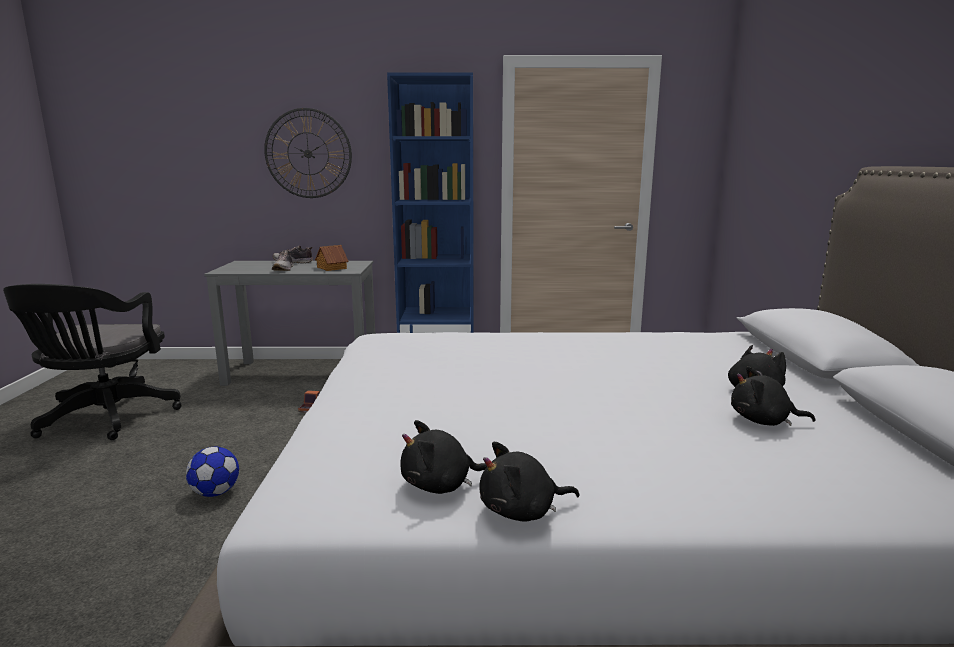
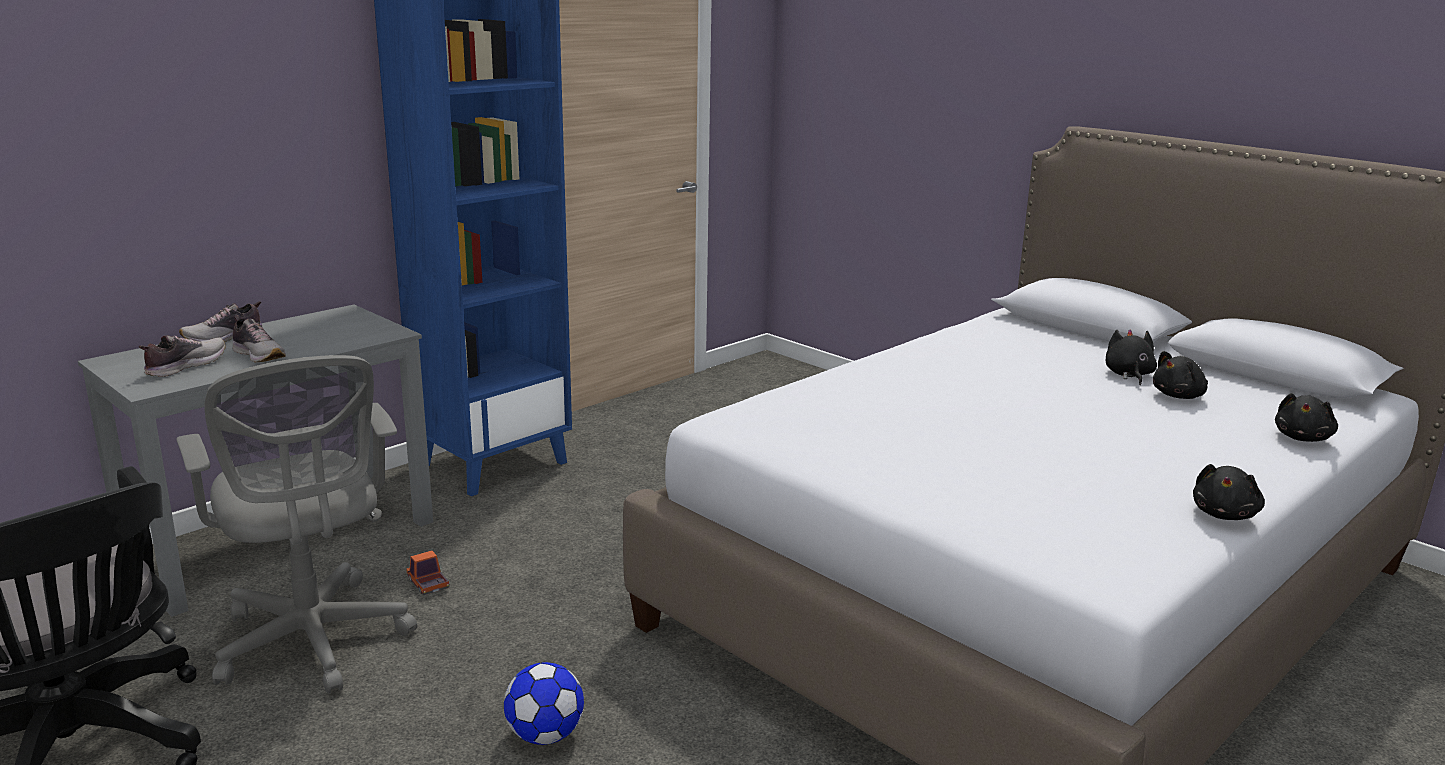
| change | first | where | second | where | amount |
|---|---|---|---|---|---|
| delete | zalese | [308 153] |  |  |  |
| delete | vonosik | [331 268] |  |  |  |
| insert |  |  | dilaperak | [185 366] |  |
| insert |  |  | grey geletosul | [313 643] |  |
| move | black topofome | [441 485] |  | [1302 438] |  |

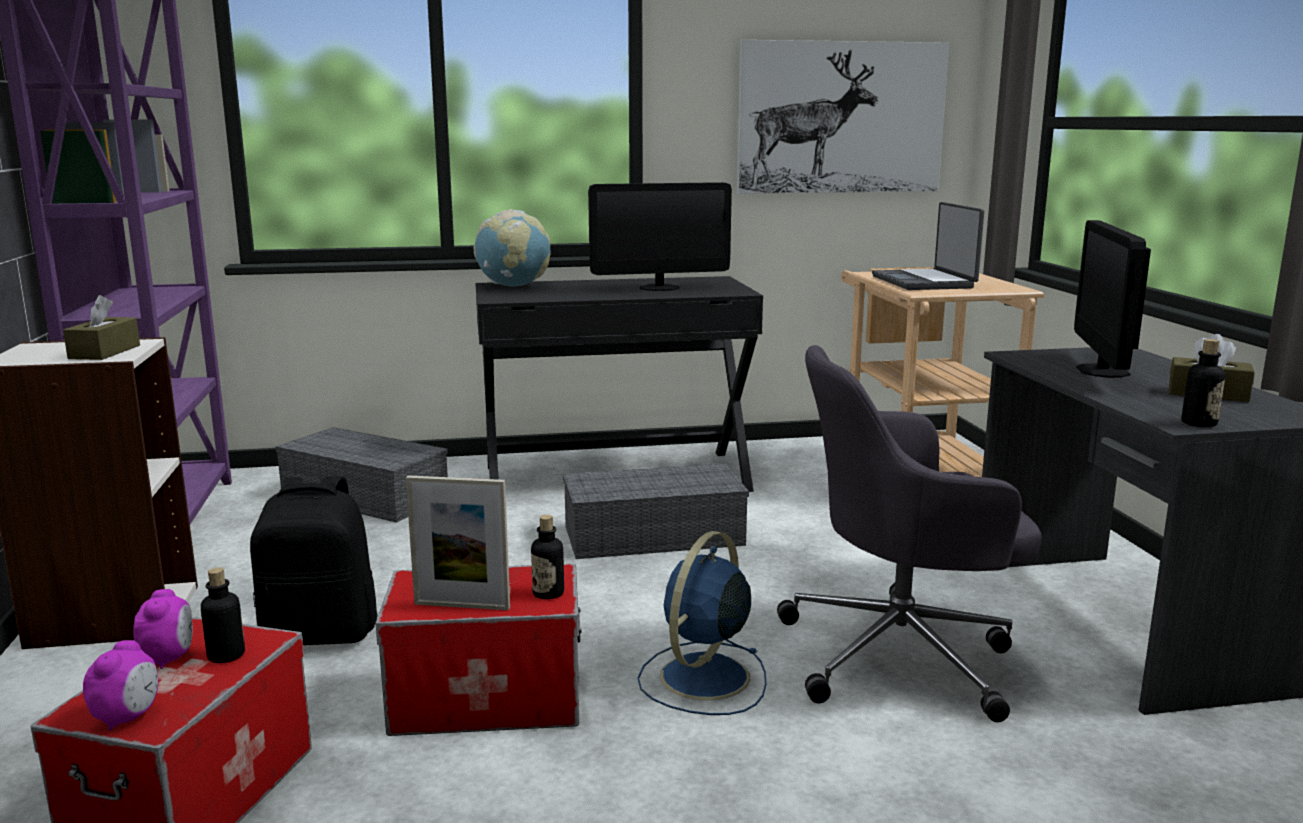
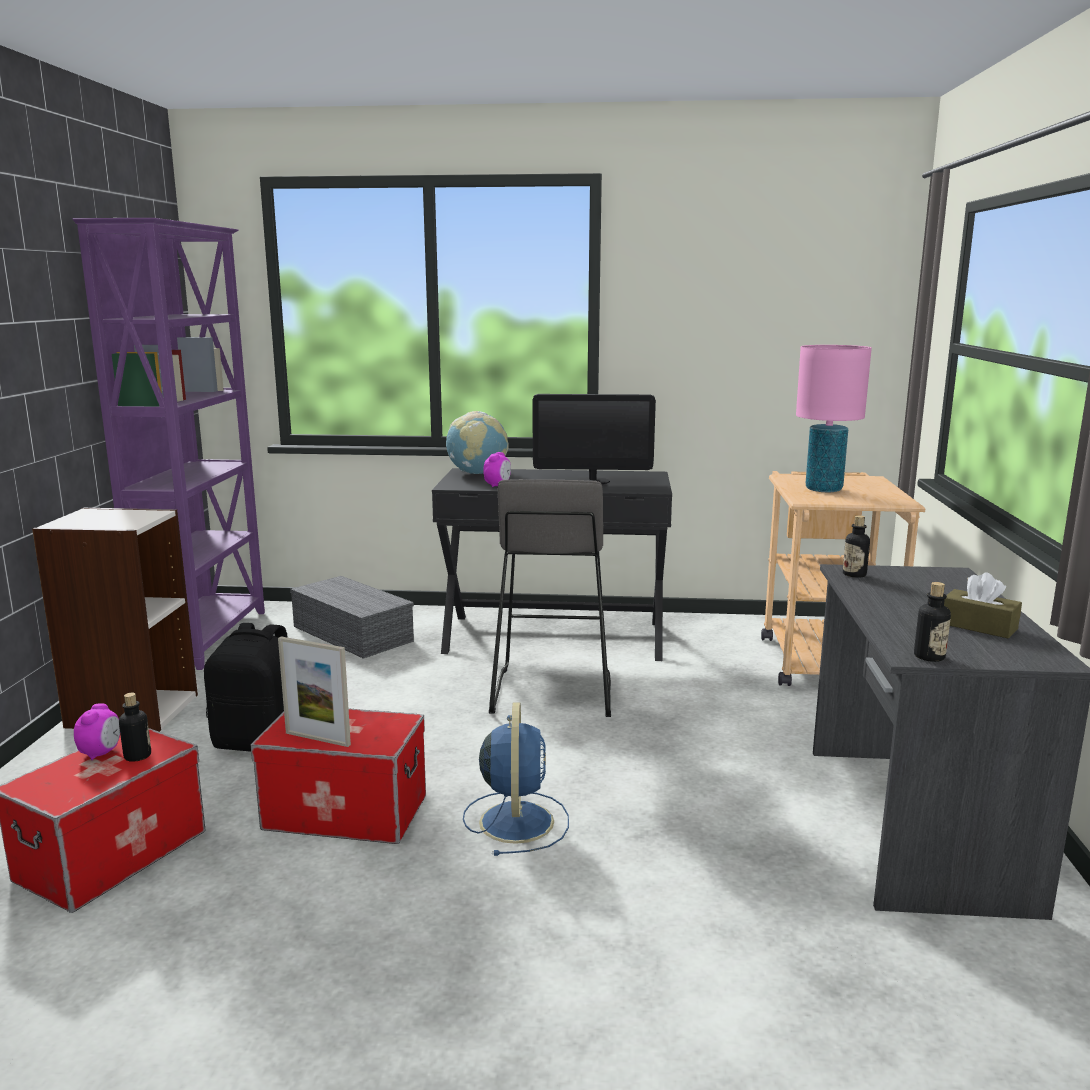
| change | first | where | second | where | amount |
|---|---|---|---|---|---|
| delete | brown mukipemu | [105 352] |  |  |  |
| delete | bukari | [841 118] |  |  |  |
| delete | grey geletosul | [902 655] |  |  |  |
| delete | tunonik | [1102 371] |  |  |  |
| move | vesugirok | [128 717] |  | [497 485] |  |
| move | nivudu | [548 593] |  | [854 574] |  |
| replace | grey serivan | [651 536] | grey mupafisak | [551 692] |  |
| replace | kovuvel | [925 282] | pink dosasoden | [824 489] |  |
| rotate | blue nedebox | [702 679] |  | [516 820] | 135 degrees clockwise |

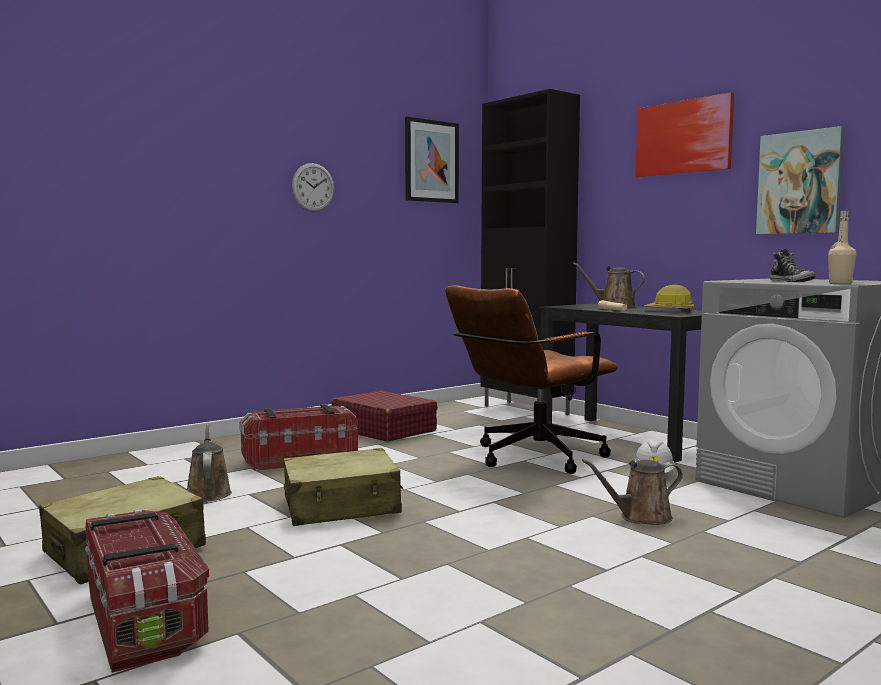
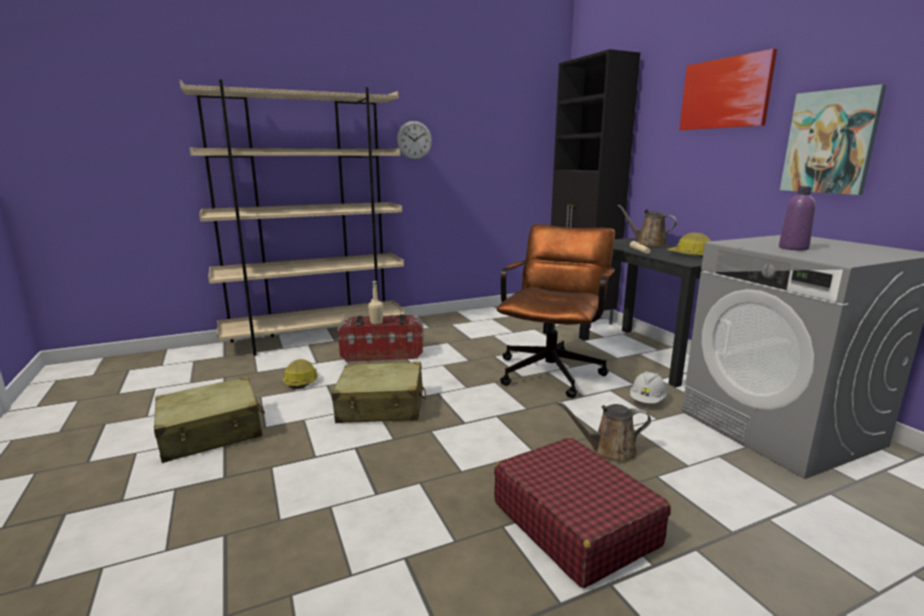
| change | first | where | second | where | amount |
|---|---|---|---|---|---|
| delete | serivan | [144 621] |  |  |  |
| delete | bukari | [431 161] |  |  |  |
| insert |  |  | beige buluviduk | [316 338] |  |
| move | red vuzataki | [384 430] |  | [574 523] |  |
| move | beige nivudu | [840 284] |  | [376 322] |  |
| replace | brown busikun | [208 493] | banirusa | [301 381] |  |
| replace | dilaperak | [792 281] | purple nivudu | [793 248] |  |
| rotate | brown geletosul | [529 458] |  | [552 370] | 135 degrees clockwise |

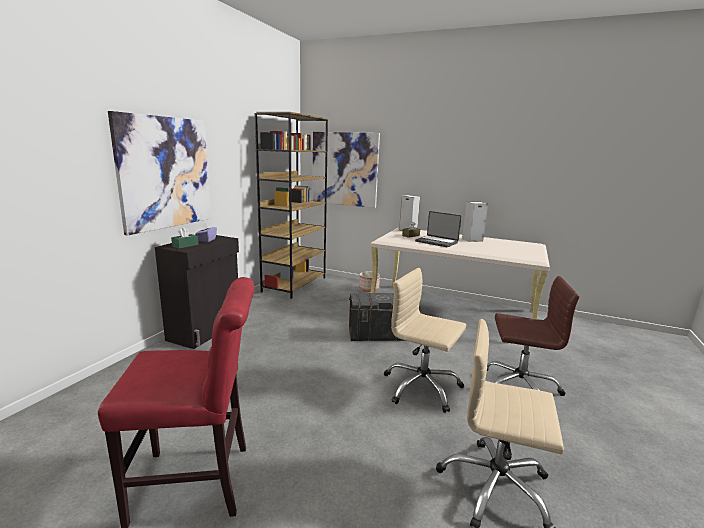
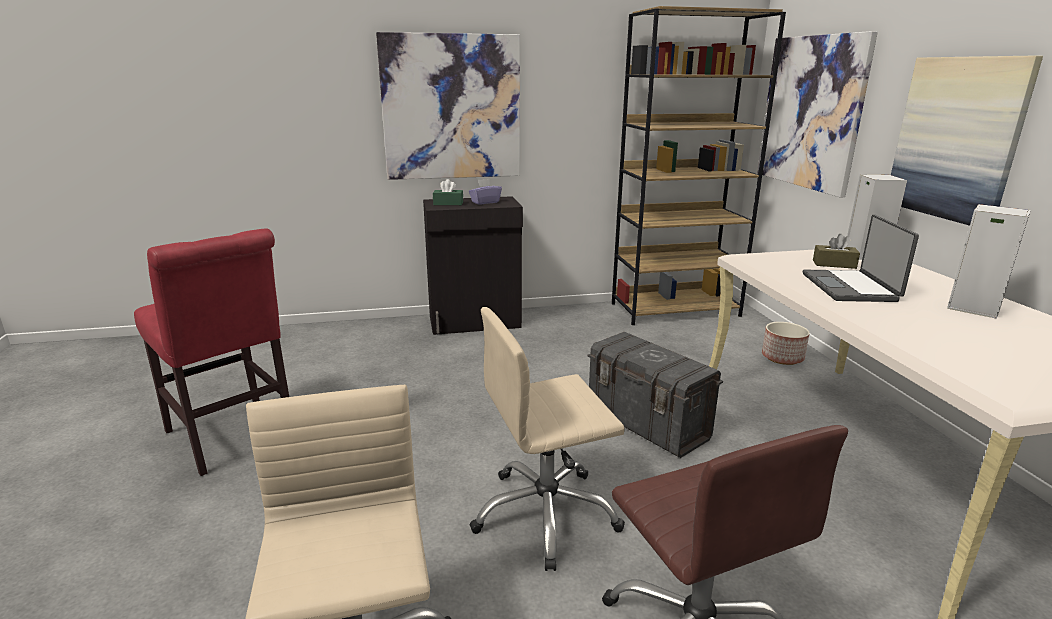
| change | first | where | second | where | amount |
|---|---|---|---|---|---|
| insert |  |  | bukari | [956 139] |  |
| rotate | beige geletosul | [421 387] |  | [545 515] | 105 degrees counterclockwise |

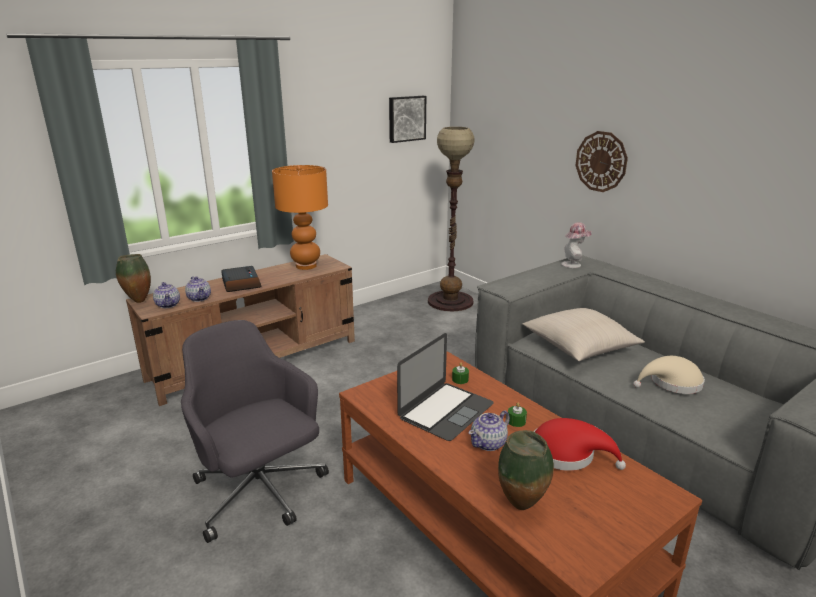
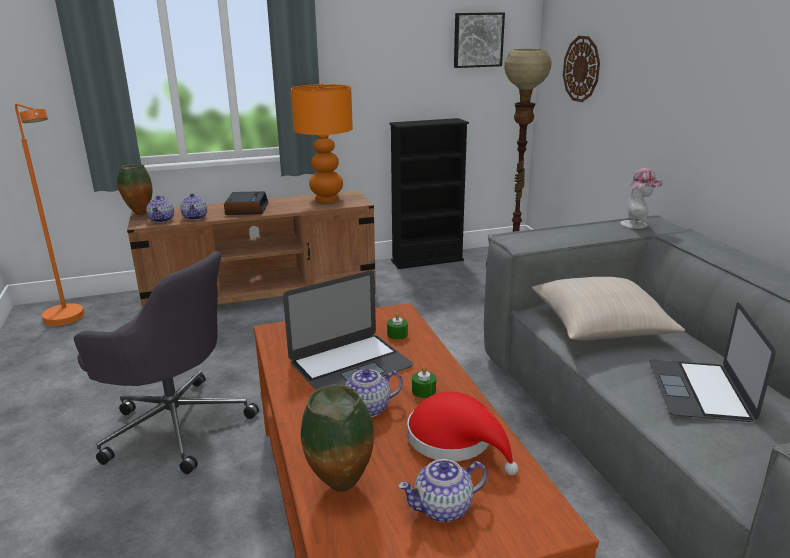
| change | first | where | second | where | amount |
|---|---|---|---|---|---|
| insert |  |  | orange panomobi | [69 320] |  |
| insert |  |  | black buluviduk | [427 260] |  |
| insert |  |  | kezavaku | [444 508] |  |
| move | zalese | [601 161] |  | [581 69] |  |
| replace | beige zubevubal | [672 383] | kovuvel | [699 390] |  |
| rotate | grey geletosul | [260 493] |  | [175 425] | 135 degrees clockwise |

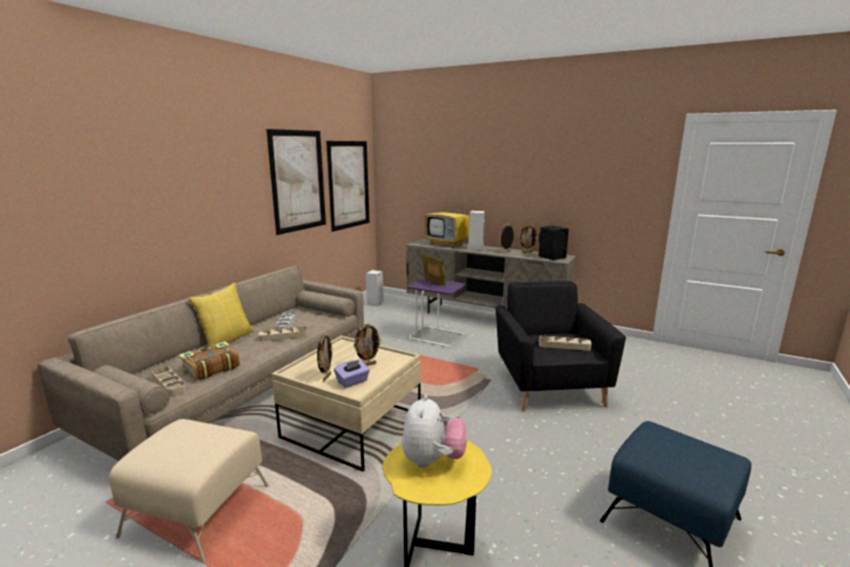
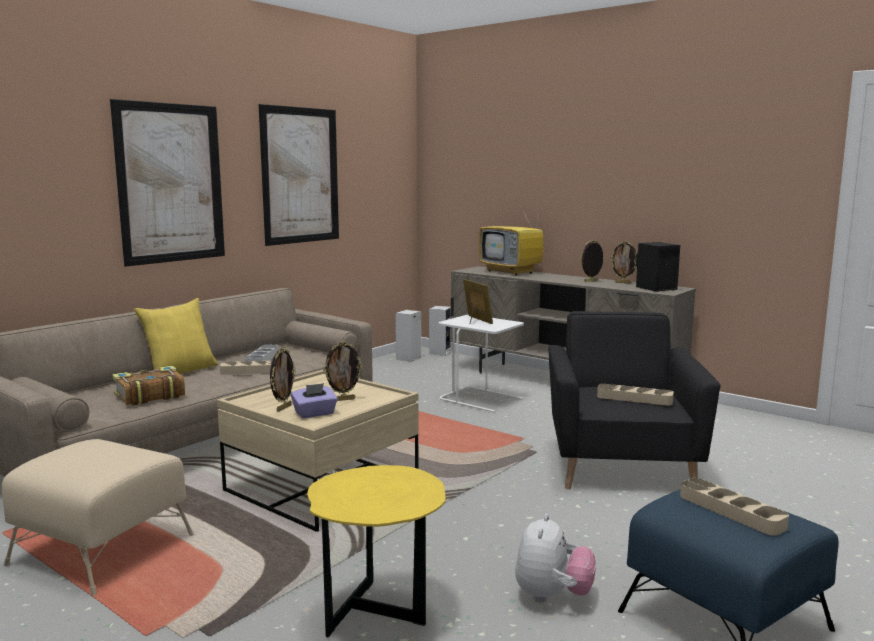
| change | first | where | second | where | amount |
|---|---|---|---|---|---|
| move | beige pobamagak | [168 384] |  | [731 511] |  |
| move | bukari | [349 185] |  | [171 183] |  |
| move | topofome | [433 460] |  | [552 596] |  |
| move | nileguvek | [475 248] |  | [440 352] |  |
| recolor | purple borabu | [437 336] | white borabu | [481 399] |  |

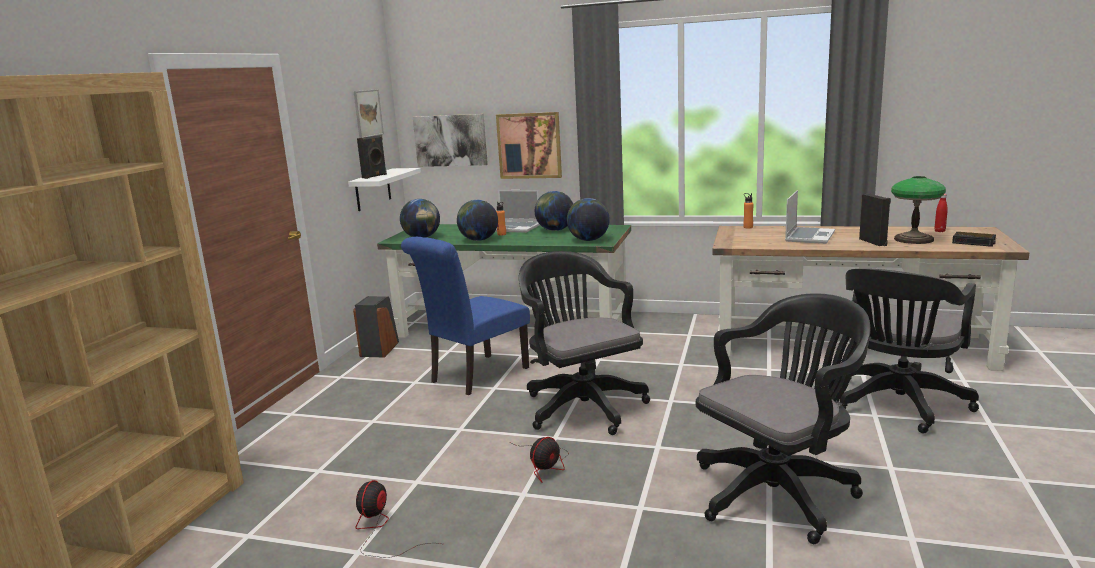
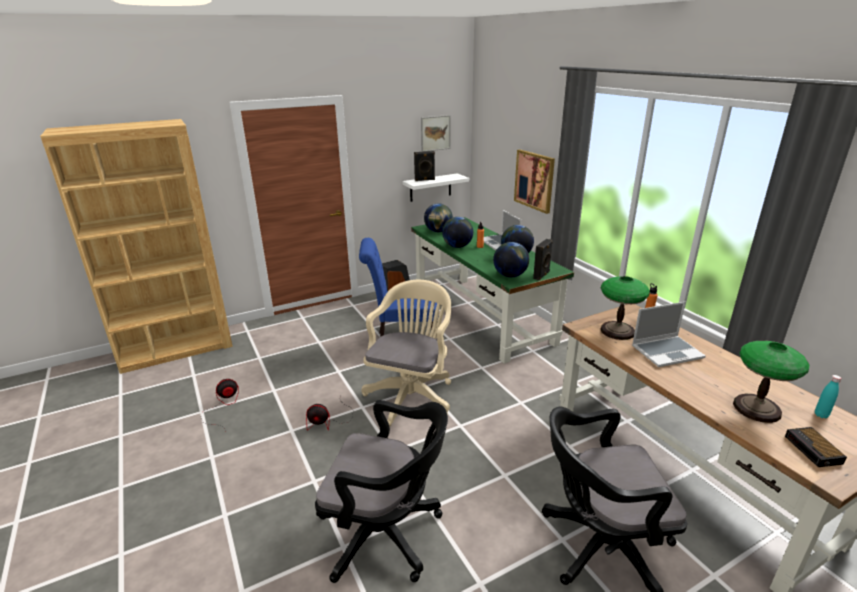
| change | first | where | second | where | amount |
|---|---|---|---|---|---|
| delete | bukari | [450 140] |  |  |  |
| insert |  |  | dosasoden | [617 331] |  |
| move | black nileguvek | [873 242] |  | [542 275] |  |
| recolor | black geletosul | [581 405] | beige geletosul | [411 395] |  |
| recolor | red nivudu | [939 231] | turquoise nivudu | [821 415] |  |

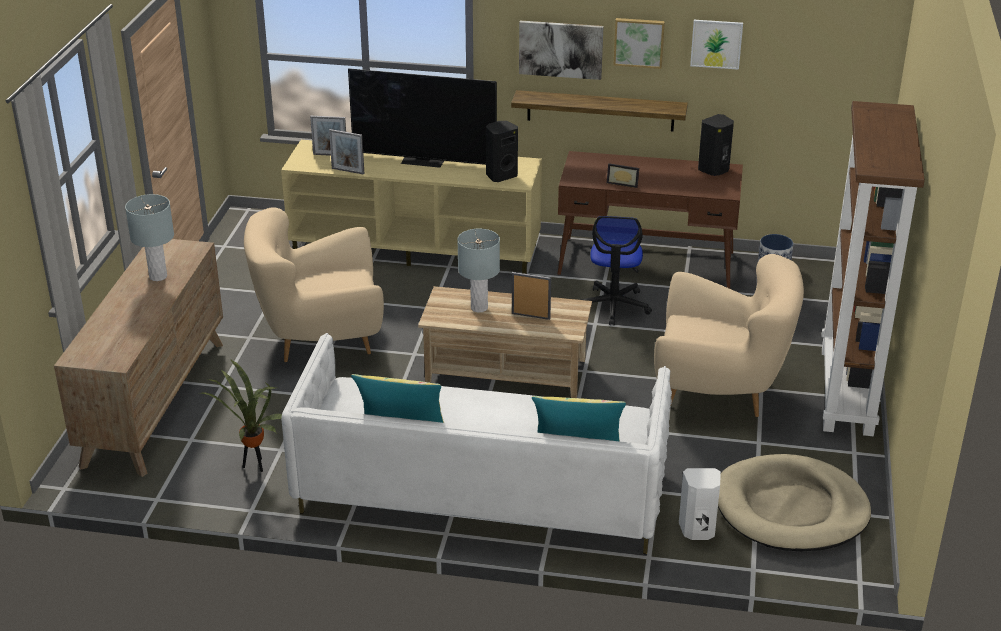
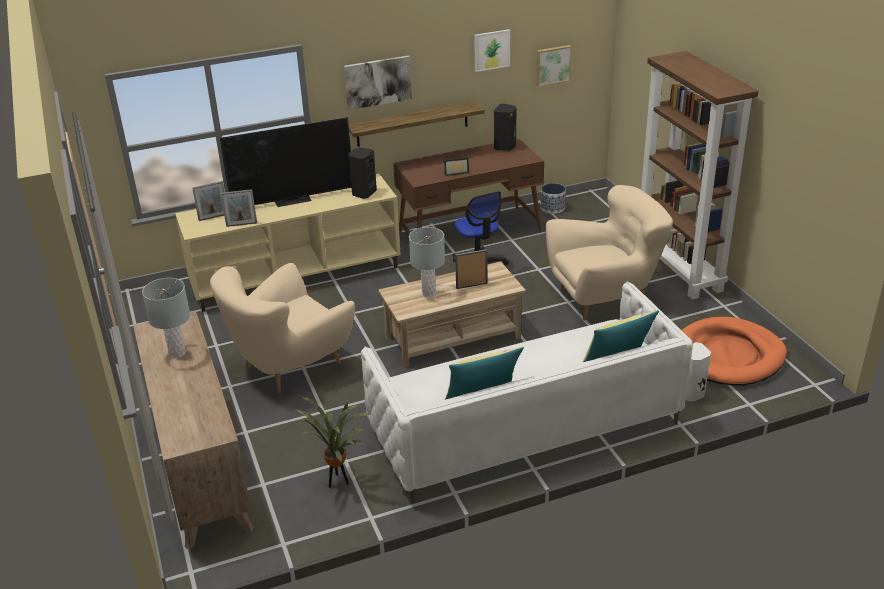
| change | first | where | second | where | amount |
|---|---|---|---|---|---|
| move | bukari | [639 42] |  | [552 65] |  |
| recolor | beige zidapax | [791 509] | orange zidapax | [728 356] |  |

